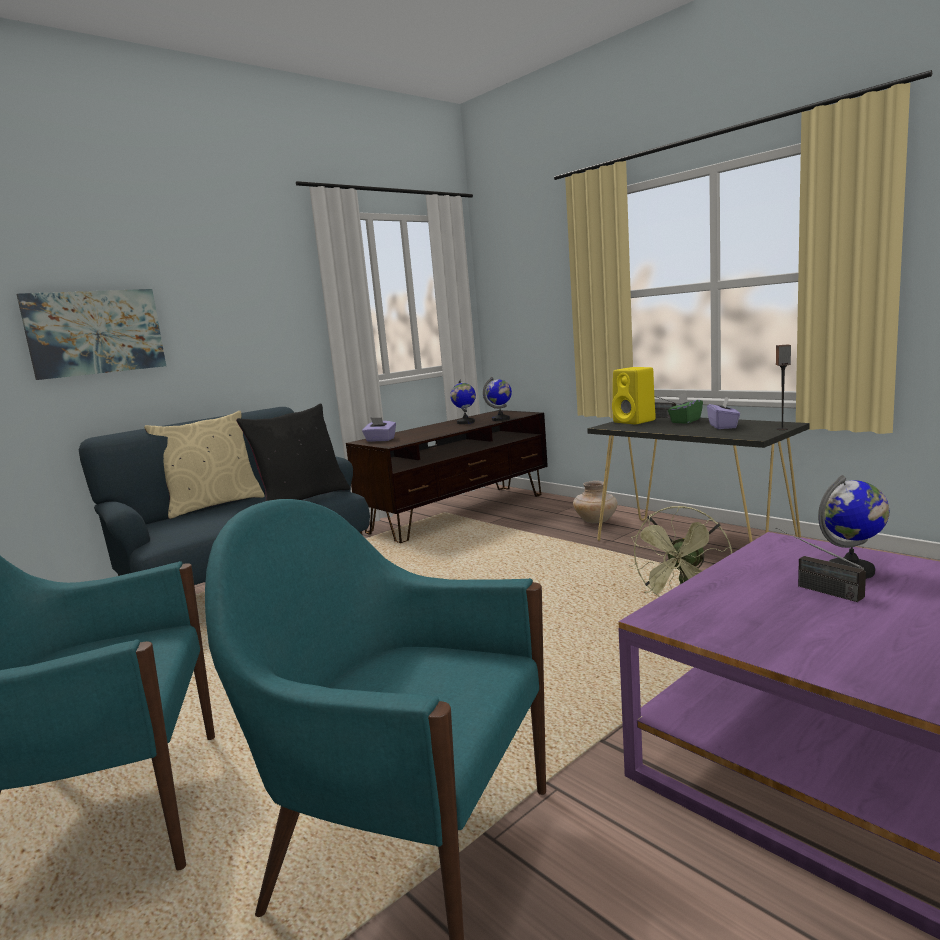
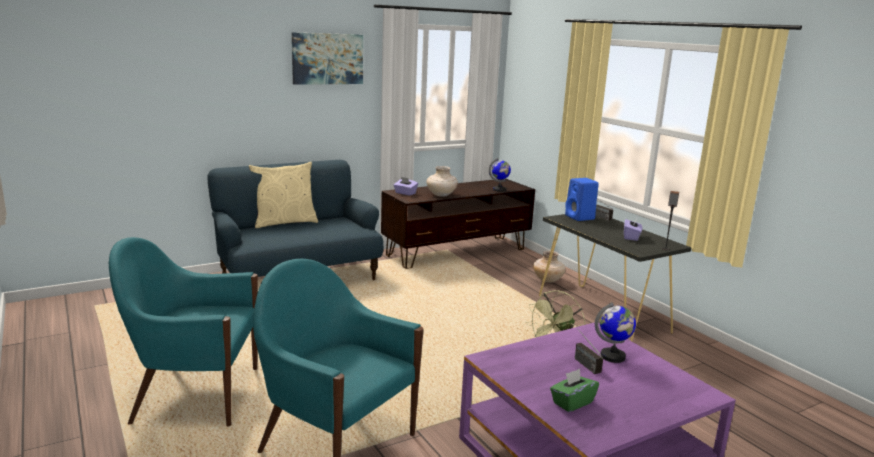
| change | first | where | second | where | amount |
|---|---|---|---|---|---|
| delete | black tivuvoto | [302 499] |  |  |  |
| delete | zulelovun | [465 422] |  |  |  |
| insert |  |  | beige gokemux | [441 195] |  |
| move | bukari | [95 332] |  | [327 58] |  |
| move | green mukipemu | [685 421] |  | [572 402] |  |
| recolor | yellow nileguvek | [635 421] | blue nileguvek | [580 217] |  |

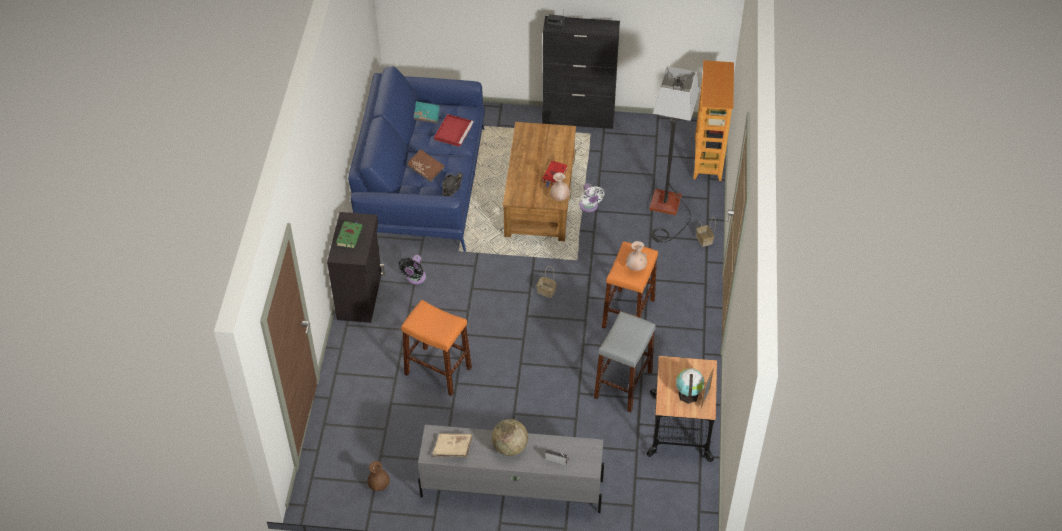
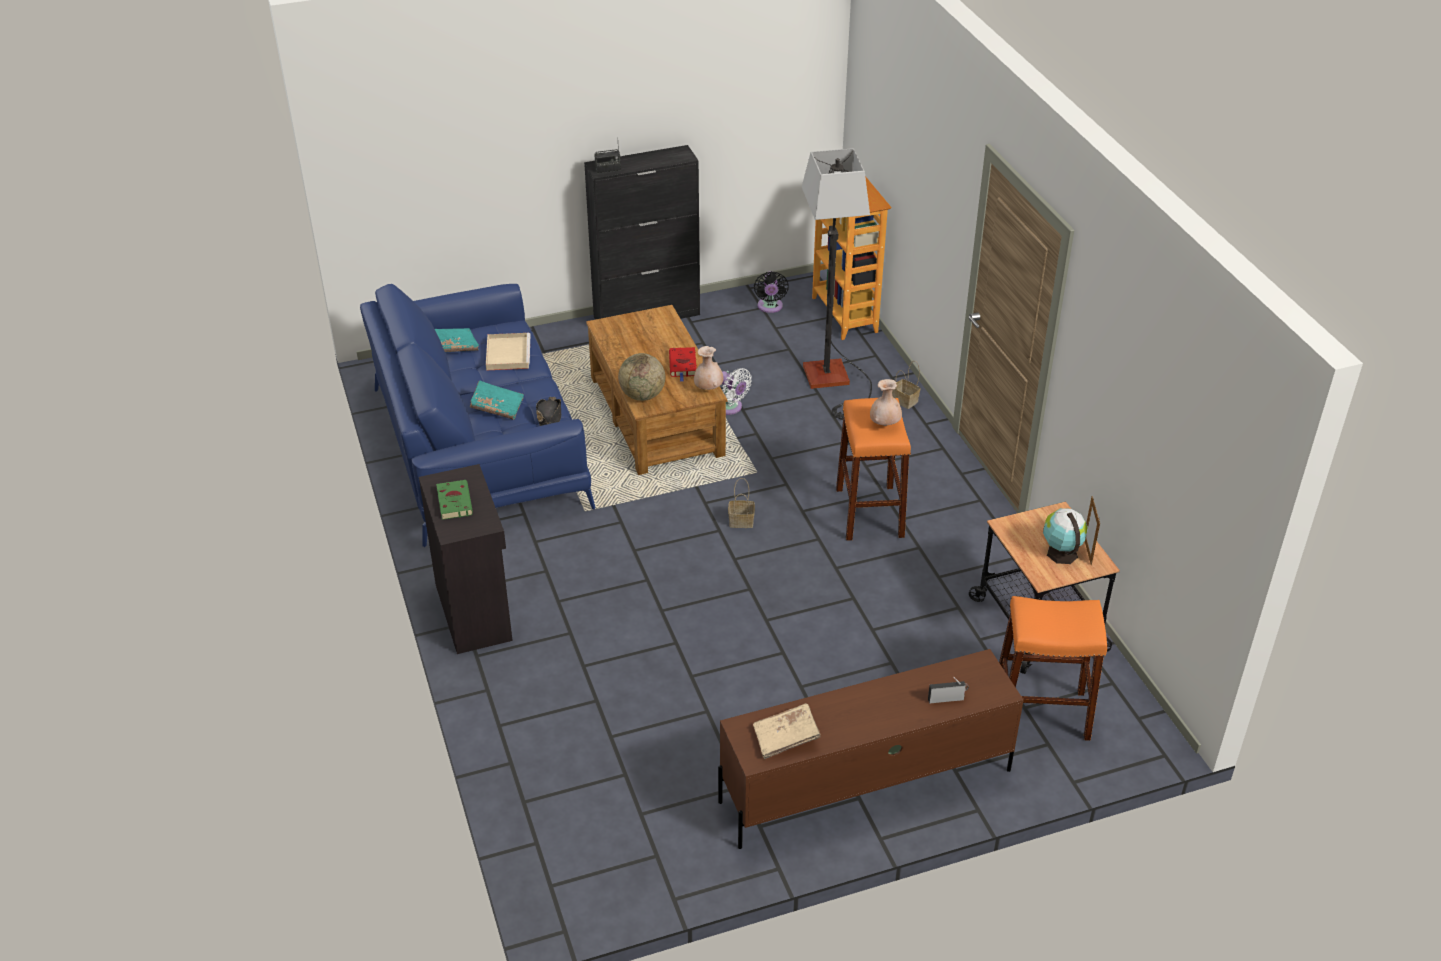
| change | first | where | second | where | amount |
|---|---|---|---|---|---|
| delete | brown gokemux | [379 485] |  |  |  |
| delete | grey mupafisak | [623 384] |  |  |  |
| move | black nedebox | [415 278] |  | [770 307] |  |
| move | orange mupafisak | [438 371] |  | [1041 713] |  |
| move | zulelovun | [510 447] |  | [642 395] |  |
| recolor | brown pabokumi | [426 169] | turquoise pabokumi | [497 407] |  |
| recolor | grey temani | [510 488] | brown temani | [863 786] |  |
| recolor | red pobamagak | [453 131] | beige pobamagak | [507 353] |  |

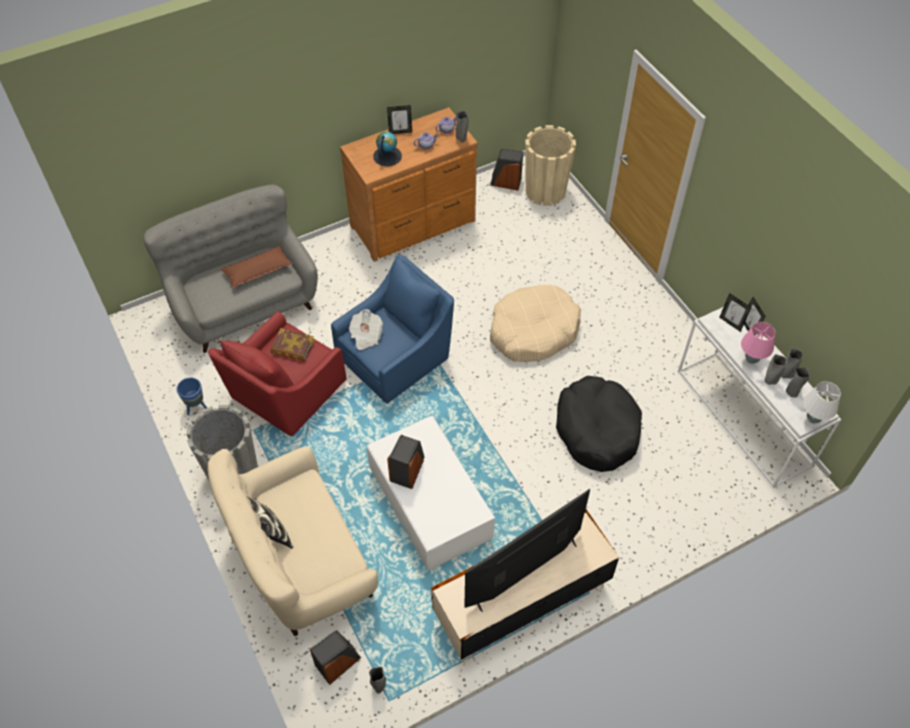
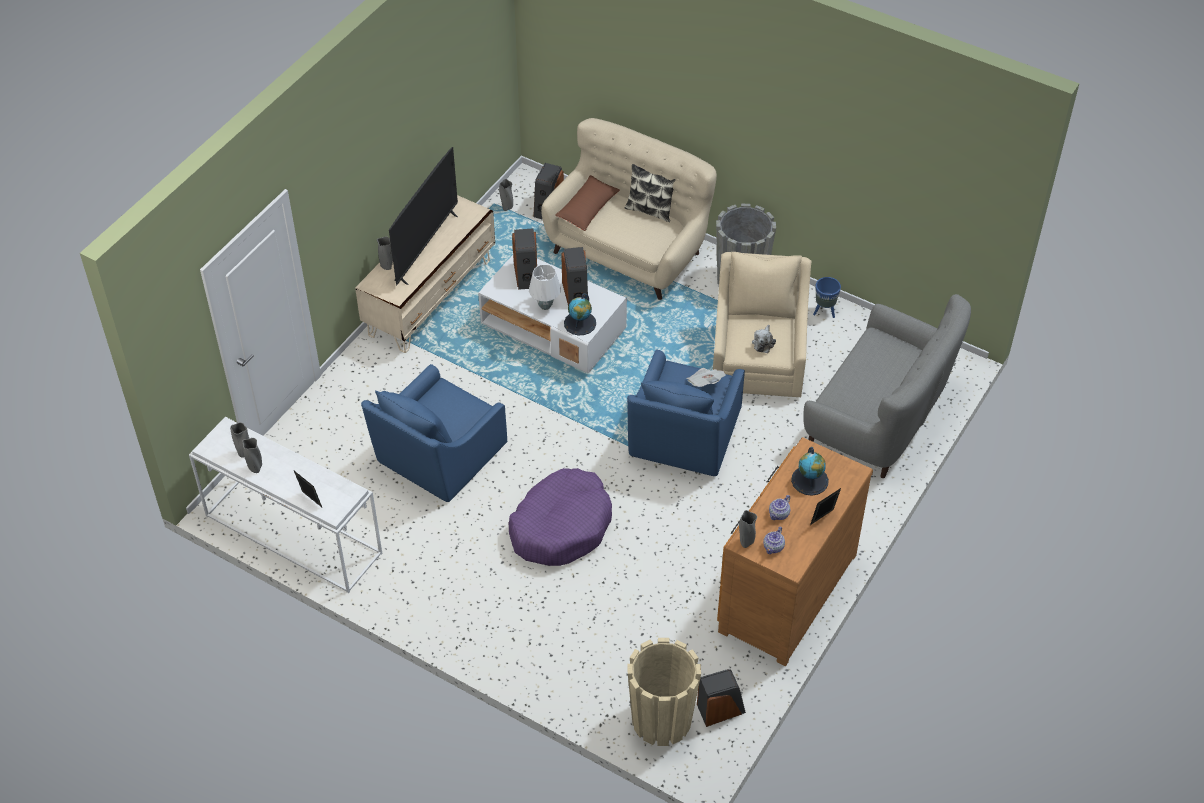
| change | first | where | second | where | amount |
|---|---|---|---|---|---|
| delete | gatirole | [731 323] |  |  |  |
| delete | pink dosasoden | [751 359] |  |  |  |
| insert |  |  | nileguvek | [526 275] |  |
| insert |  |  | zulelovun | [580 323] |  |
| move | brown tivuvoto | [258 271] |  | [587 208] |  |
| move | grey gokemux | [770 381] |  | [387 266] |  |
| move | white dosasoden | [812 418] |  | [545 306] |  |
| replace | pabokumi | [292 347] | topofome | [763 342] |  |
| replace | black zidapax | [597 430] | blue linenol | [438 456] |  |
| recolor | red linenol | [285 392] | beige linenol | [758 358] |  |
| recolor | beige zidapax | [533 331] | purple zidapax | [561 526] |  |

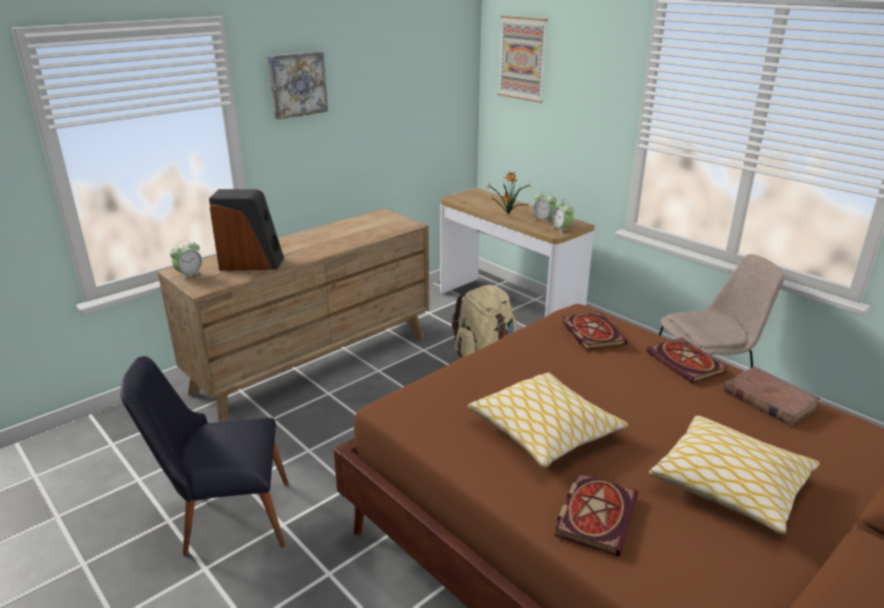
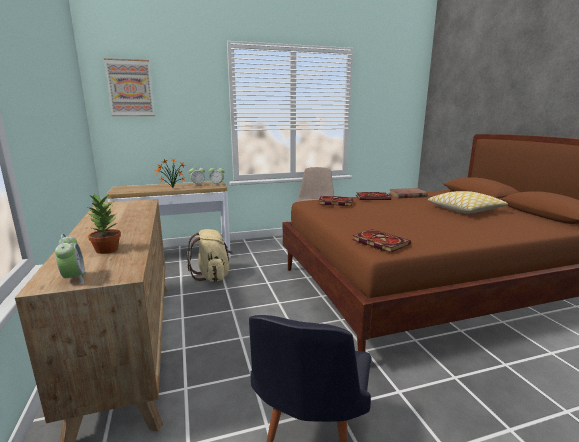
| change | first | where | second | where | amount |
|---|---|---|---|---|---|
| delete | bukari | [297 84] |  |  |  |
| delete | tivuvoto | [545 431] |  |  |  |
| move | pabokumi | [595 514] |  | [378 242] |  |
| replace | nileguvek | [251 263] | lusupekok | [106 250] |  |

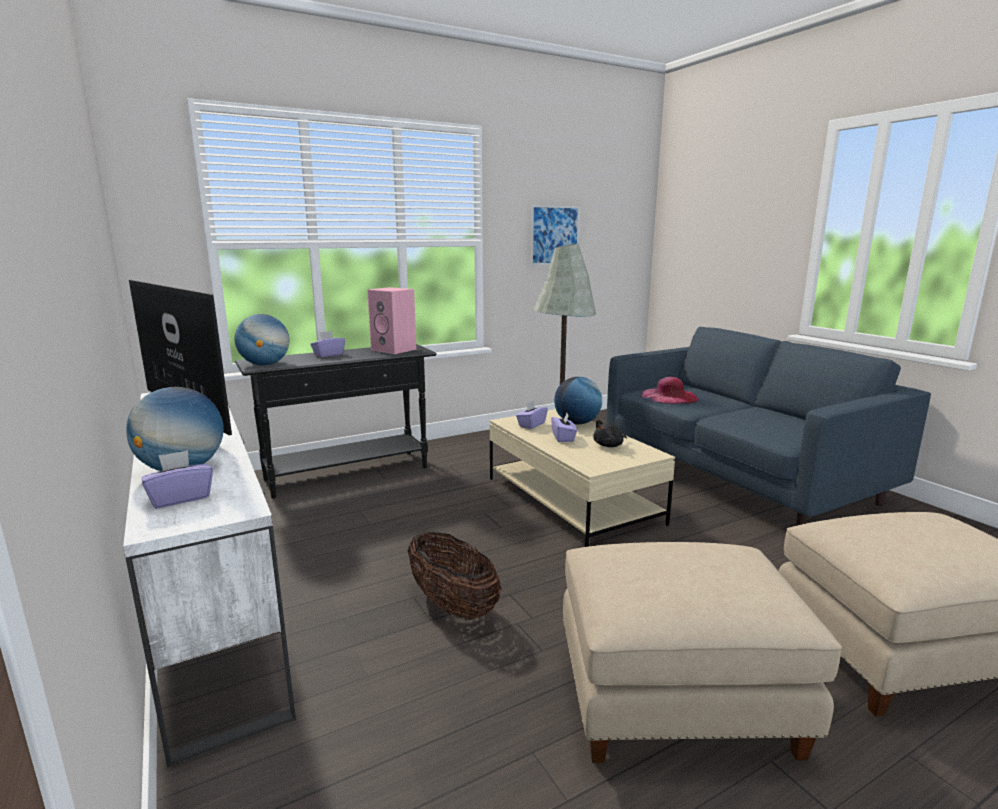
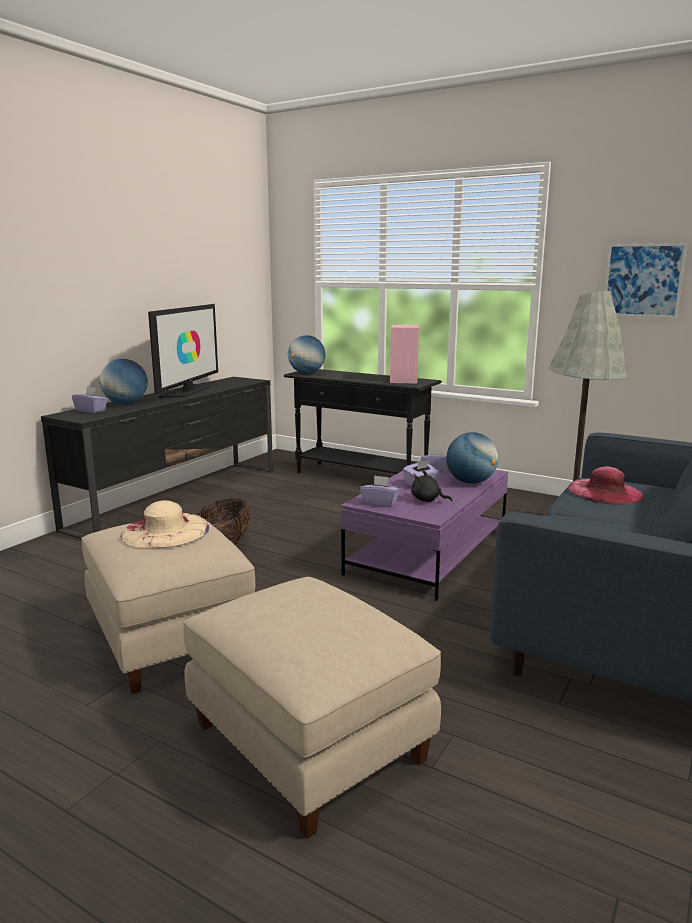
| change | first | where | second | where | amount |
|---|---|---|---|---|---|
| insert |  |  | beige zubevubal | [165 531] |  |
| move | purple mukipemu | [328 354] |  | [379 503] |  |
| recolor | white temani | [214 596] | black temani | [179 497] |  |
| recolor | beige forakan | [572 500] | purple forakan | [428 553] |  |

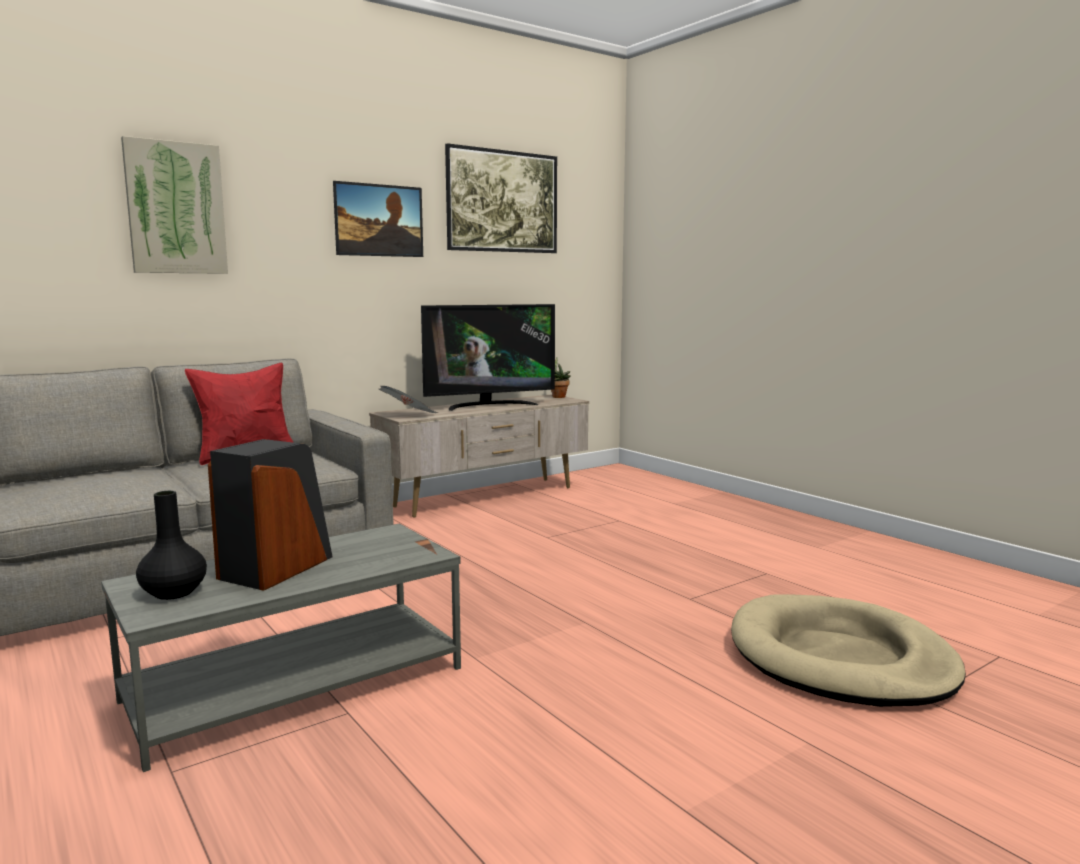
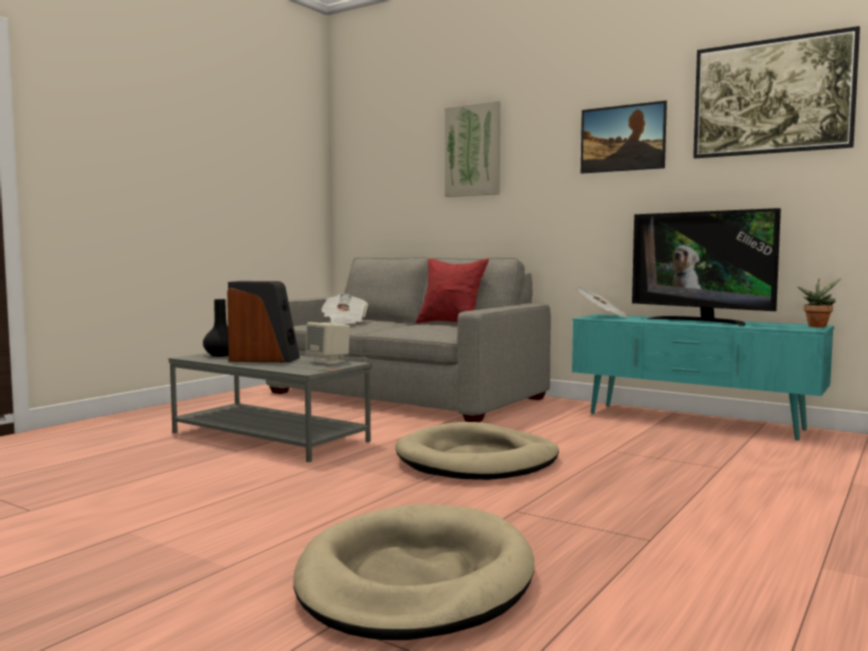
| change | first | where | second | where | amount |
|---|---|---|---|---|---|
| insert |  |  | beige nileguvek | [328 361] |  |
| insert |  |  | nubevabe | [344 323] |  |
| insert |  |  | beige zidapax | [477 460] |  |
| recolor | beige temani | [486 497] | turquoise temani | [693 422] |  |

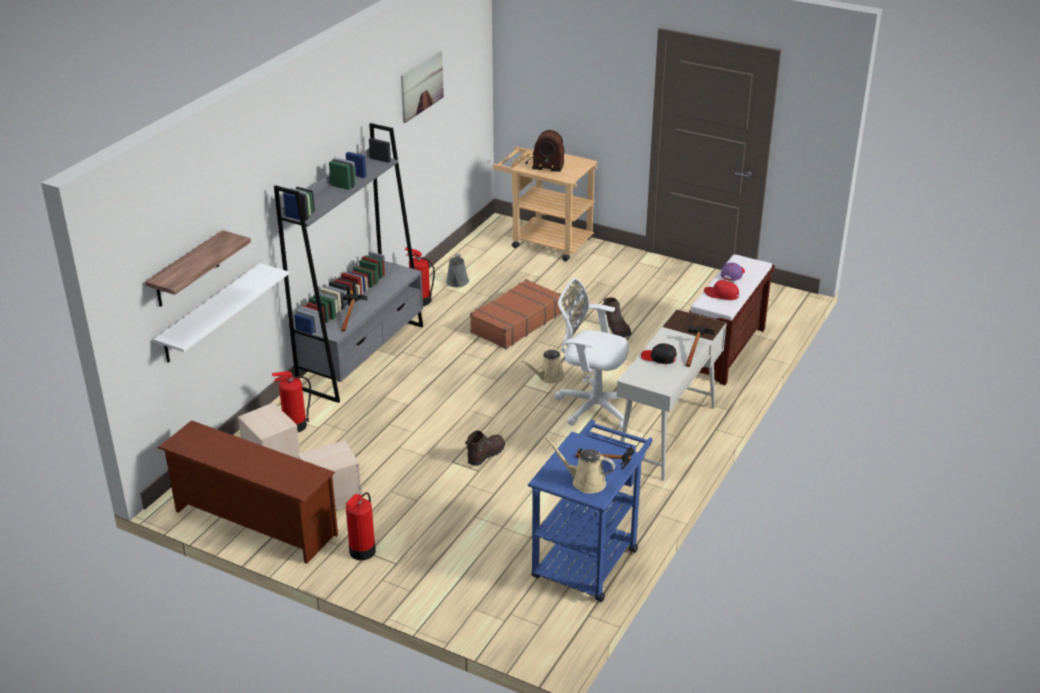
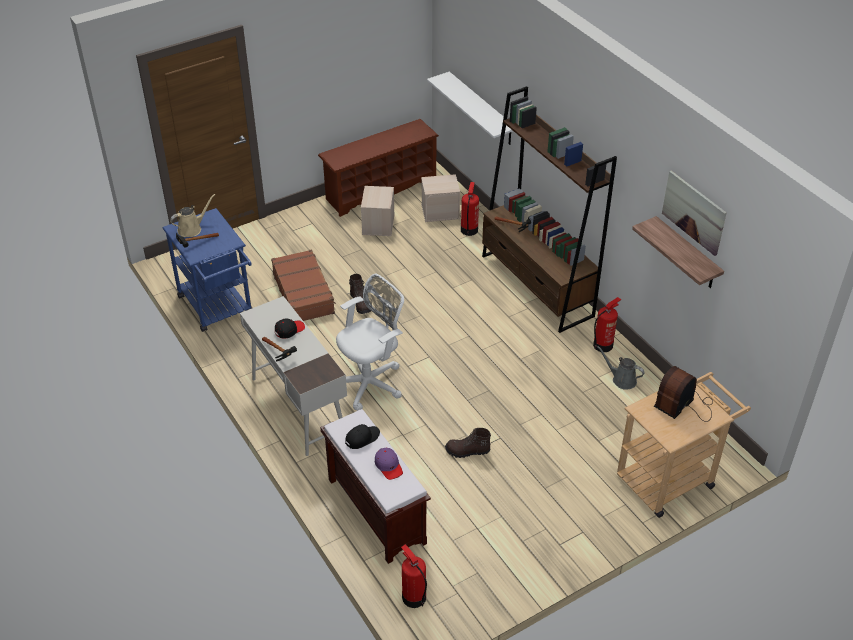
| change | first | where | second | where | amount |
|---|---|---|---|---|---|
| delete | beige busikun | [549 377] |  |  |  |
| move | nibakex | [187 270] |  | [687 254] |  |
| move | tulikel | [362 551] |  | [413 597] |  |
| move | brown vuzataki | [515 323] |  | [304 293] |  |
| recolor | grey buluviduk | [362 356] | brown buluviduk | [537 286] |  |
| recolor | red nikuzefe | [721 294] | black nikuzefe | [362 438] |  |

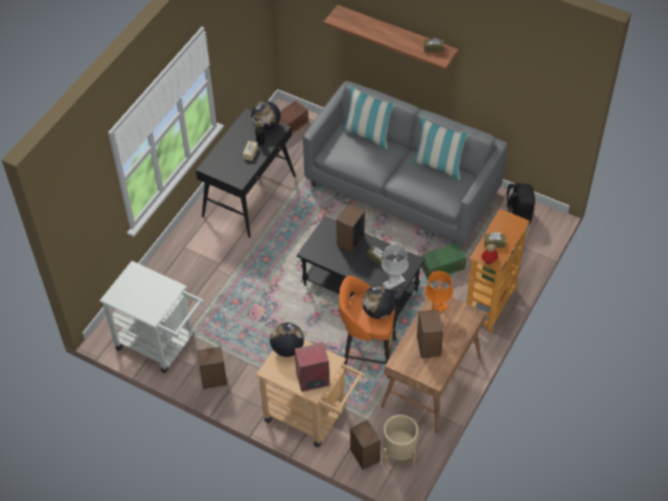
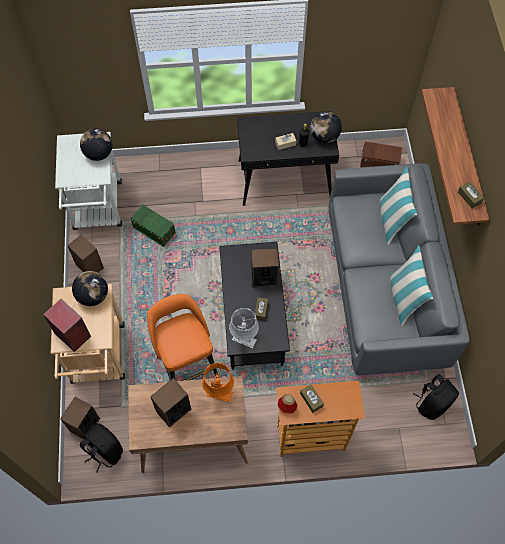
| change | first | where | second | where | amount |
|---|---|---|---|---|---|
| move | zulelovun | [378 311] |  | [99 153] |  |
| move | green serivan | [441 267] |  | [154 230] |  |
| replace | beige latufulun | [399 452] | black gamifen | [104 451] |  |

